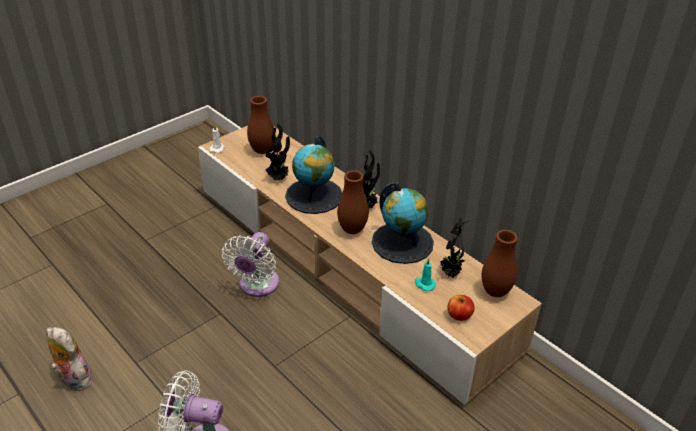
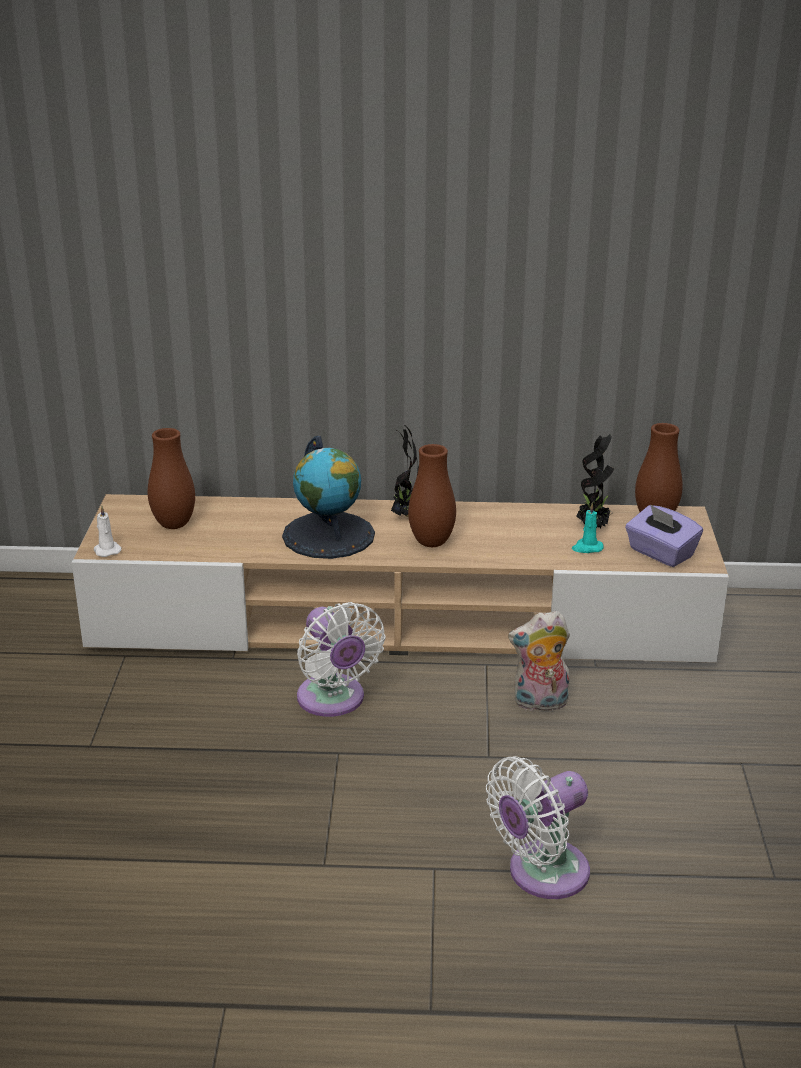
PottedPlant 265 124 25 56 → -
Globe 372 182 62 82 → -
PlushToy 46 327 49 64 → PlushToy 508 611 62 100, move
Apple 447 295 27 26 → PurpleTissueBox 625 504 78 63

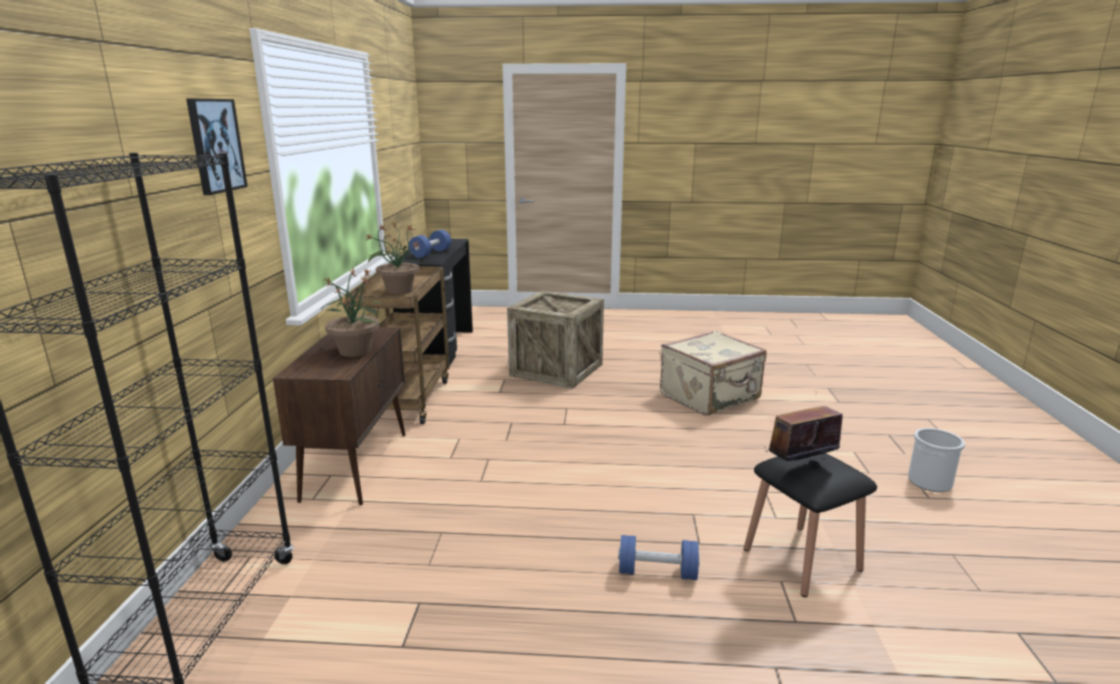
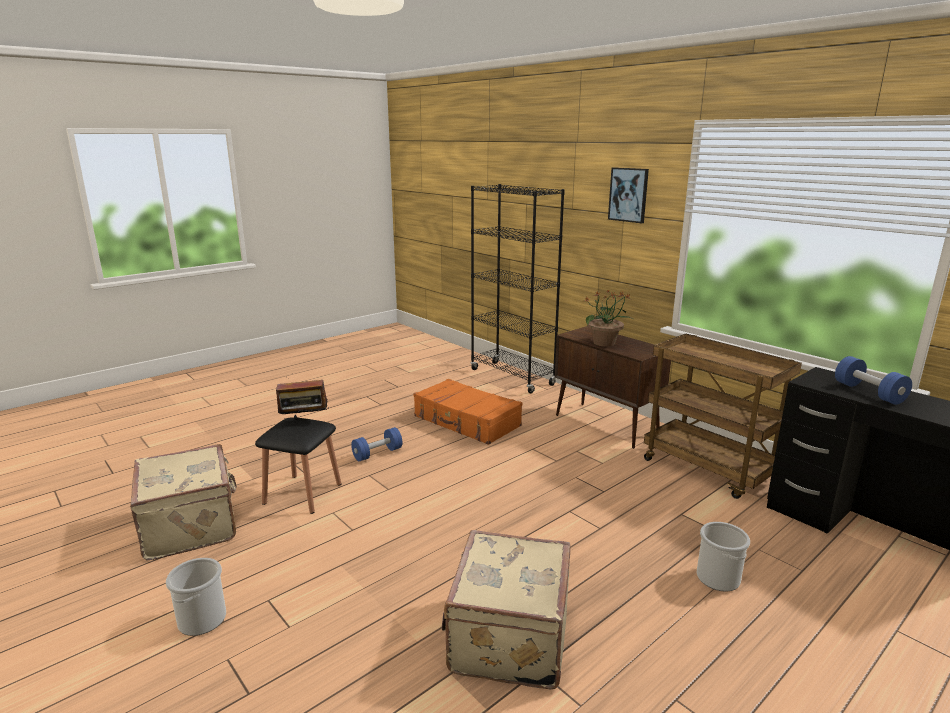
PottedPlant 366 222 57 72 → -
- → BeigeSuitcase 130 444 107 116
- → OrangeSuitcase 414 379 108 66
Crate 507 291 97 98 → Bucket 697 522 53 69
Radio 764 392 79 77 → Radio 276 380 53 40, 60 degrees clockwise

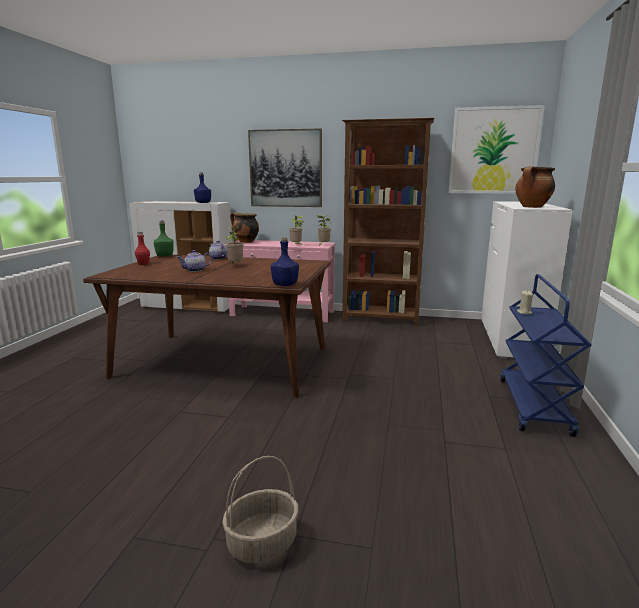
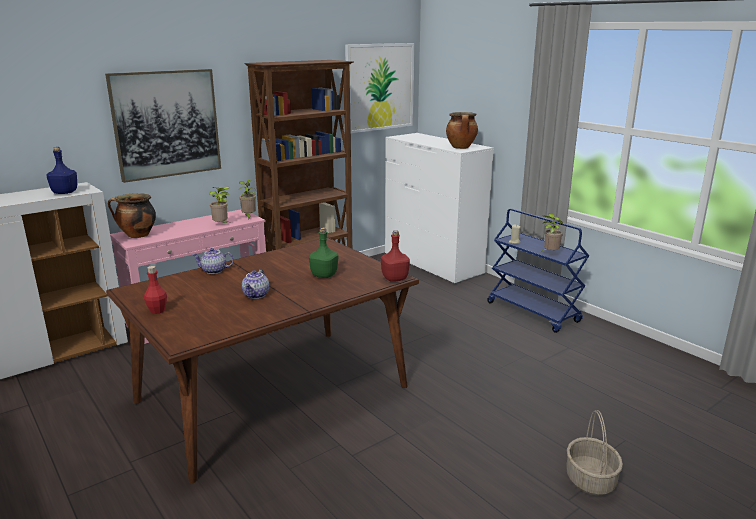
GreenBottle 154 220 20 36 → GreenBottle 309 228 29 50, move
PottedPlant 226 226 18 38 → PottedPlant 541 213 22 39, move
BlueBottle 271 237 28 49 → RedBottle 381 230 29 51

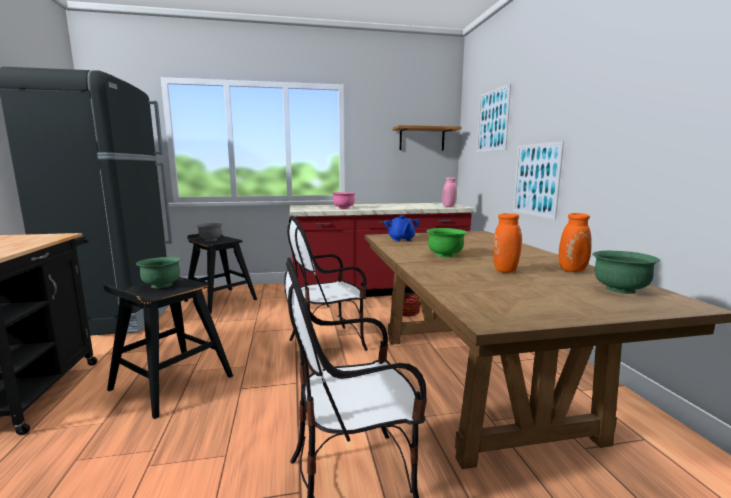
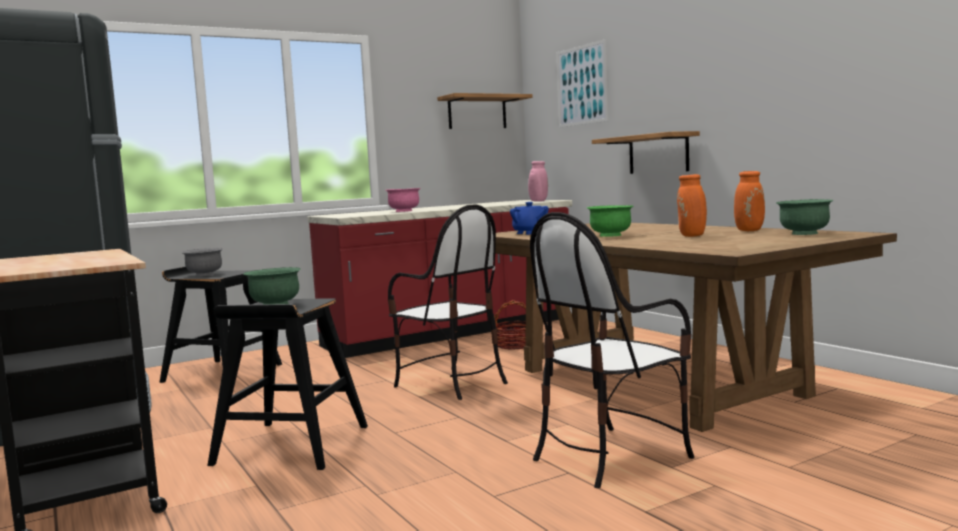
Picture 513 141 51 79 → Shelf 592 131 108 43
Chair 287 216 81 139 → Chair 388 204 120 196, 90 degrees counterclockwise

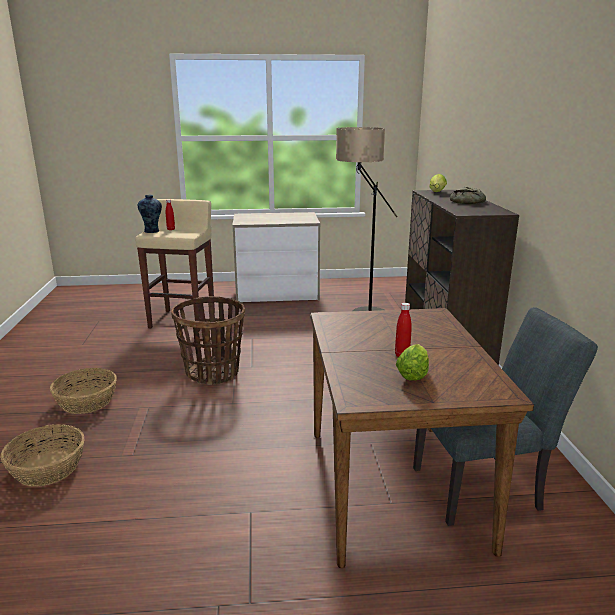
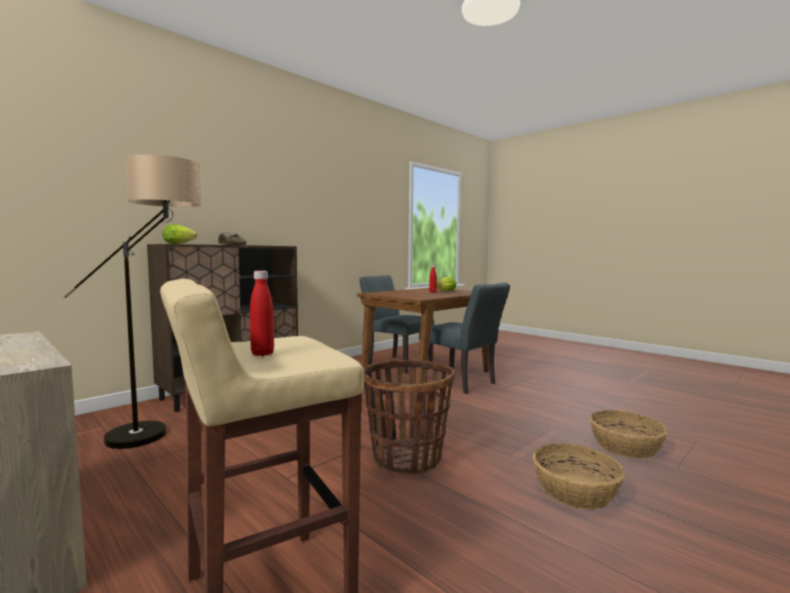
Vase 138 195 24 38 → -
- → GreyChair 419 283 91 111

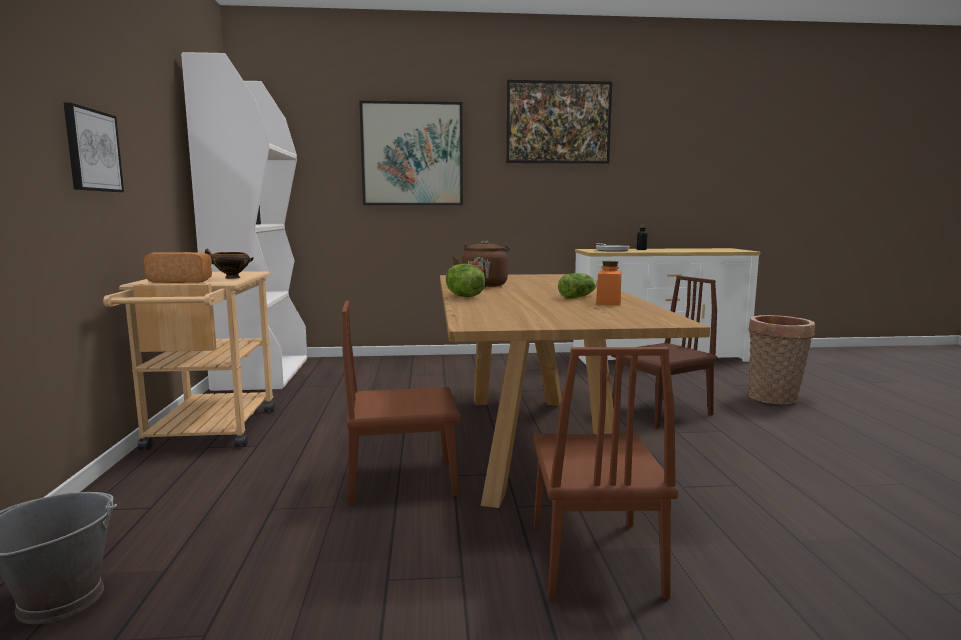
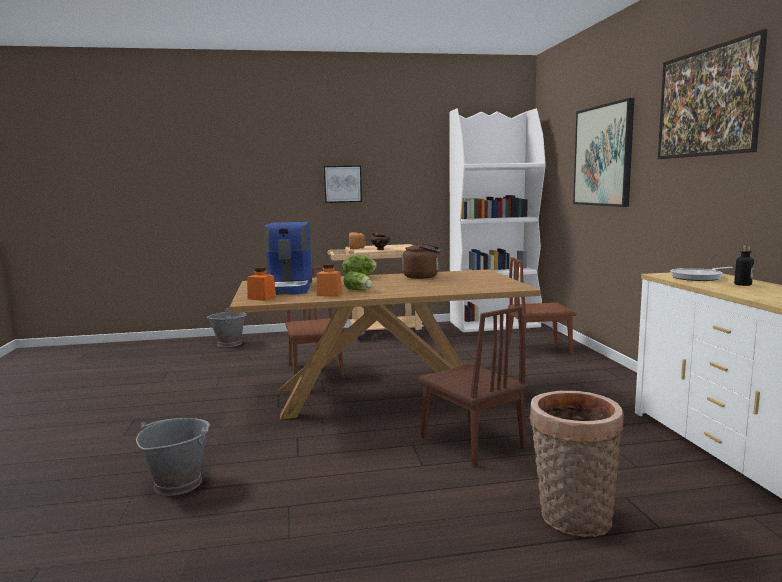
- → GreyBucket 136 418 74 78
- → OrangeJar 247 267 29 34
- → CoffeeMachine 265 222 47 73
BrownChair 533 347 145 253 → BrownChair 508 257 68 97, move

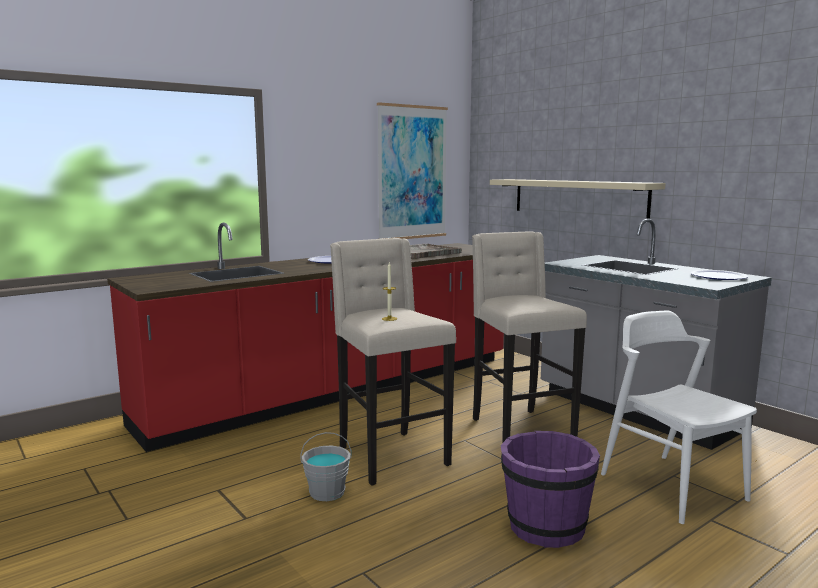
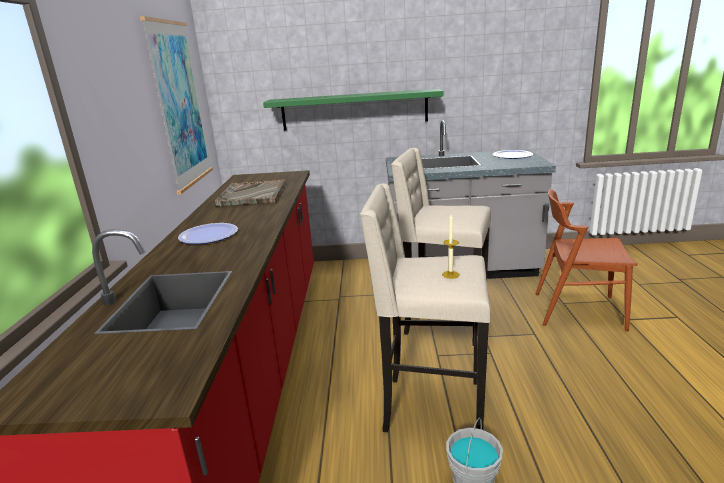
PurpleBucket 501 431 99 117 → -
BeigeShelf 490 179 176 40 → GreenShelf 263 89 180 41
WhiteChair 601 310 156 214 → BrownChair 535 189 102 142

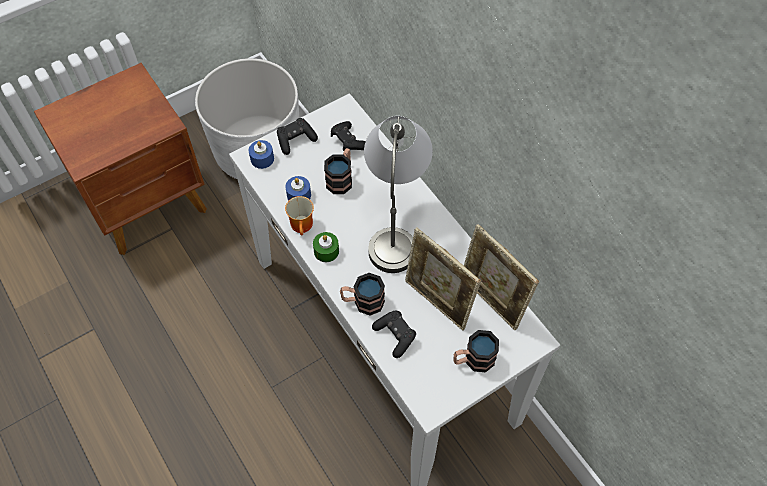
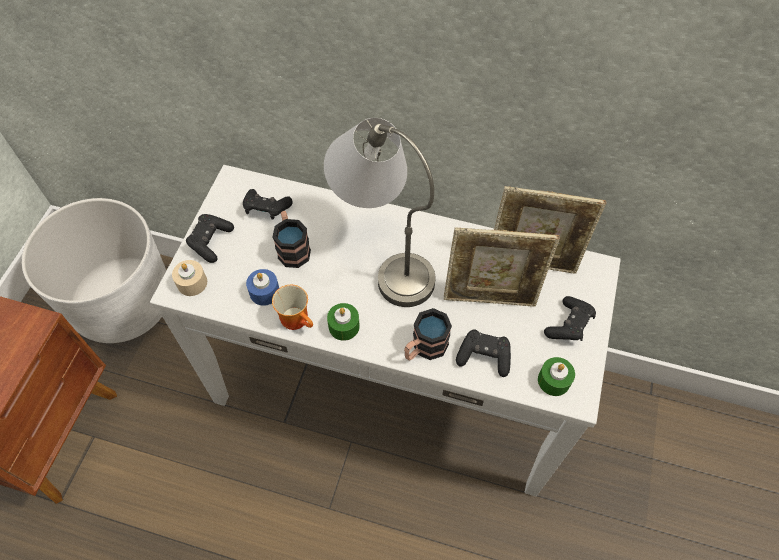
- → GreenCandle 538 357 37 39
Mug 453 330 46 42 → BlackGameController 544 296 52 45
BlueCandle 249 140 25 29 → BeigeCandle 172 260 35 36

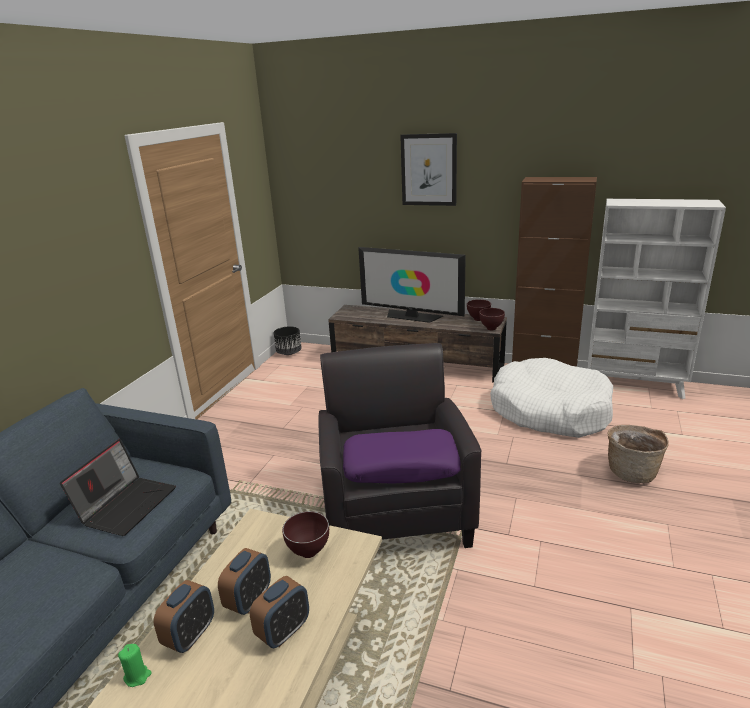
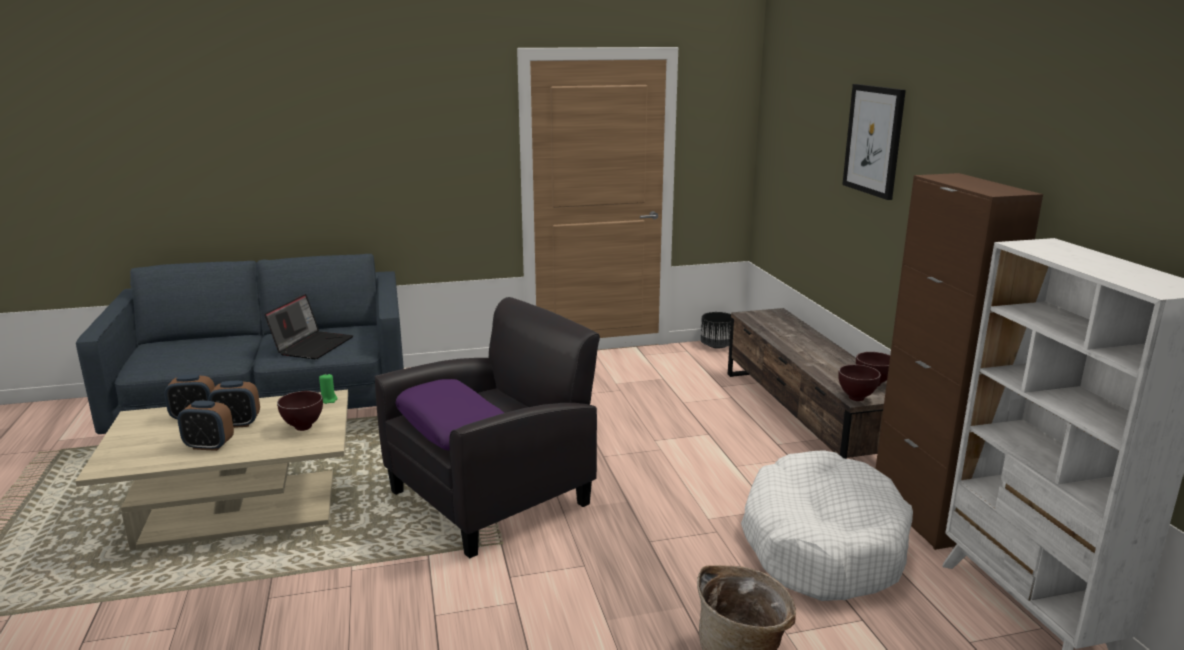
Television 358 247 108 76 → -
GreenCandle 118 644 34 43 → GreenCandle 319 374 18 30, move
Laptop 60 439 116 97 → Laptop 265 294 88 65, 60 degrees counterclockwise

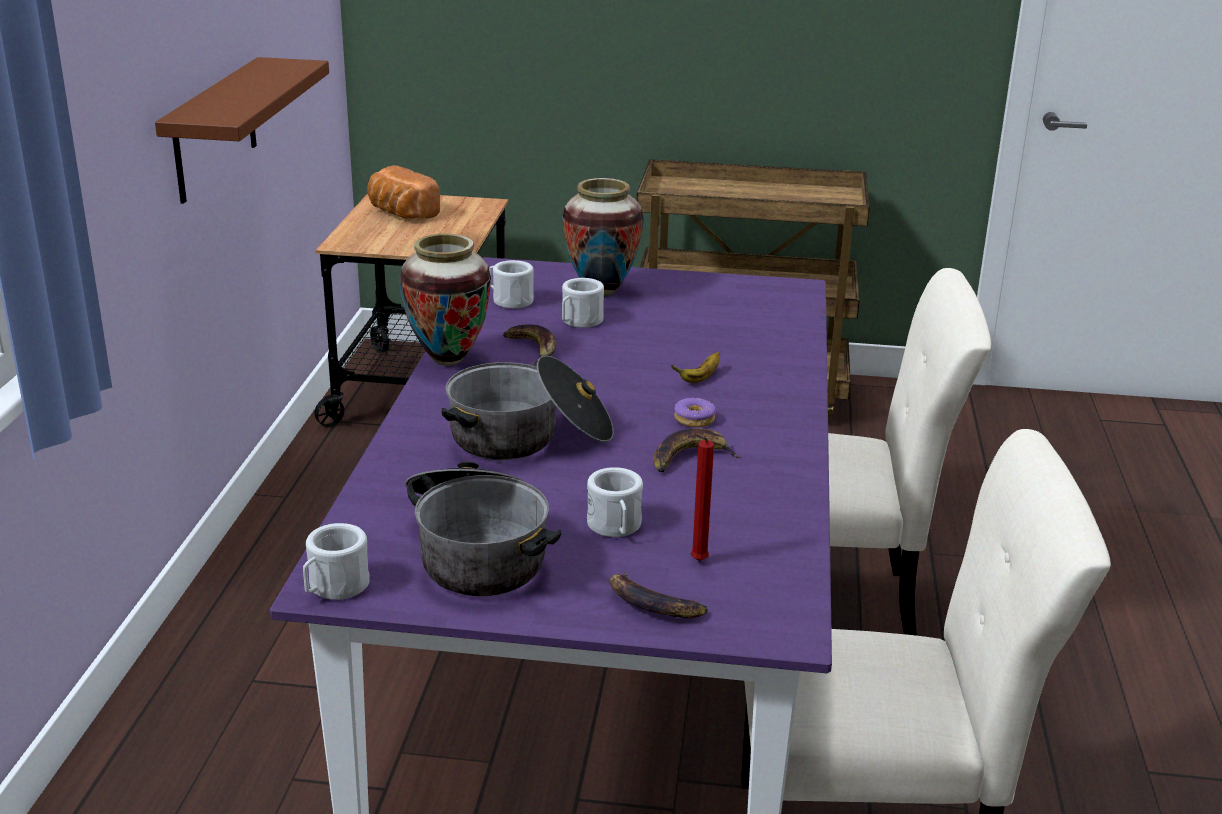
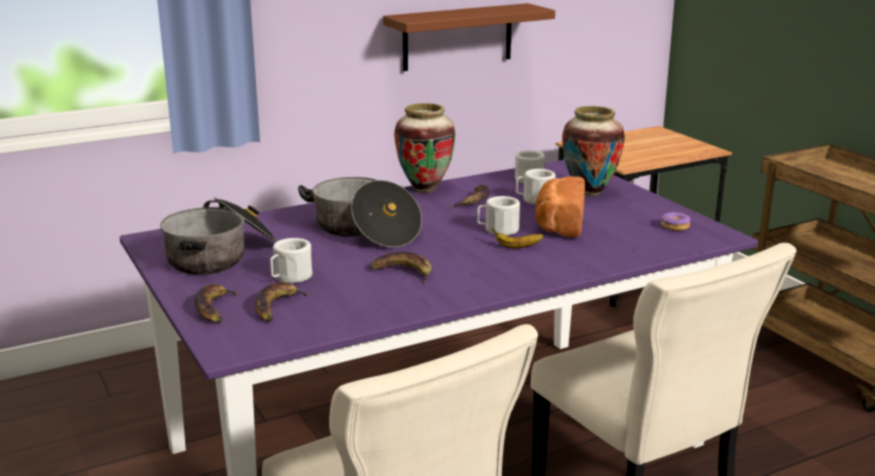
WhiteMug 303 523 67 77 → WhiteMug 477 196 43 40, move
Bread 367 165 73 54 → Bread 535 176 50 62, move
Donut 674 398 42 29 → Donut 661 212 30 19, move
RedCandle 691 434 23 127 → Banana 255 282 57 40

